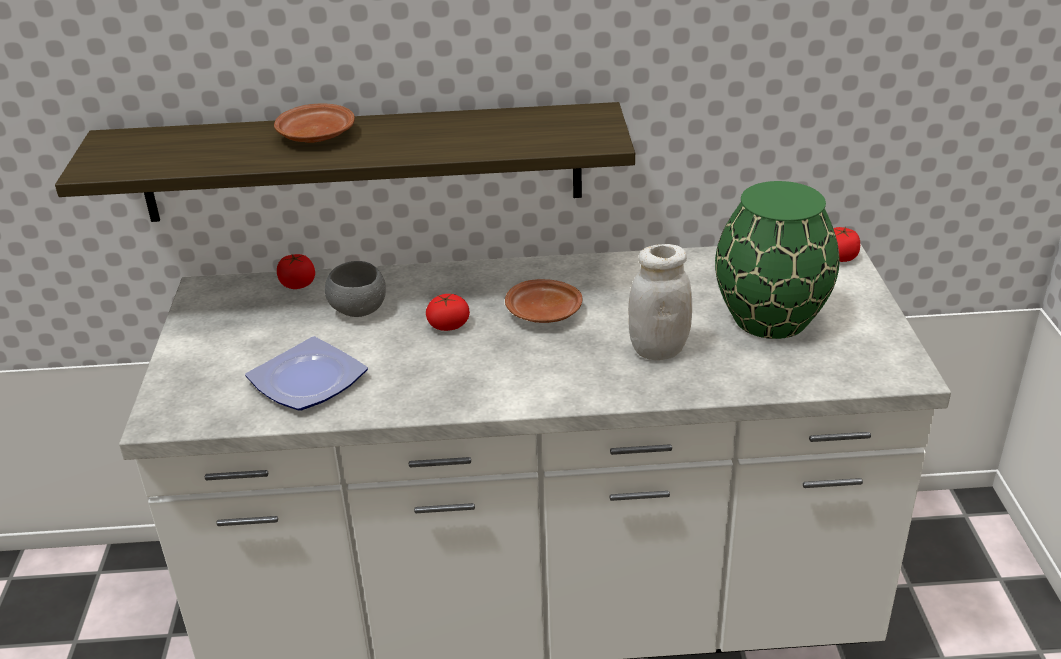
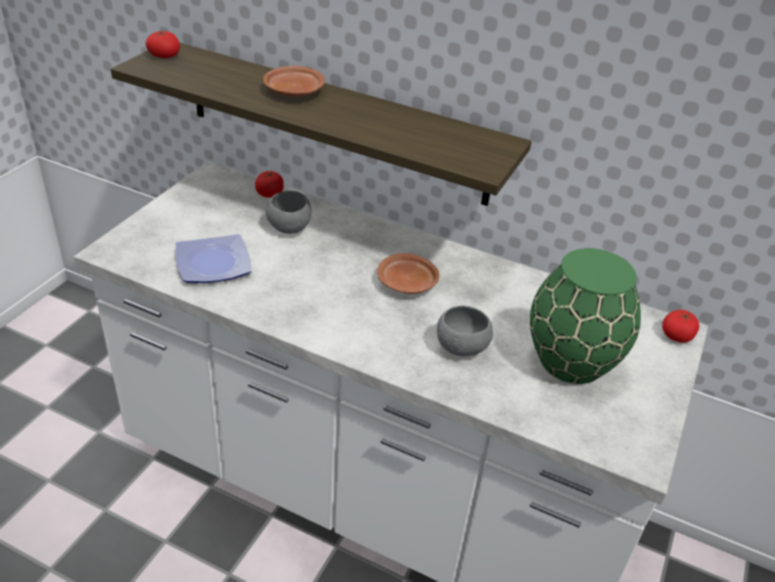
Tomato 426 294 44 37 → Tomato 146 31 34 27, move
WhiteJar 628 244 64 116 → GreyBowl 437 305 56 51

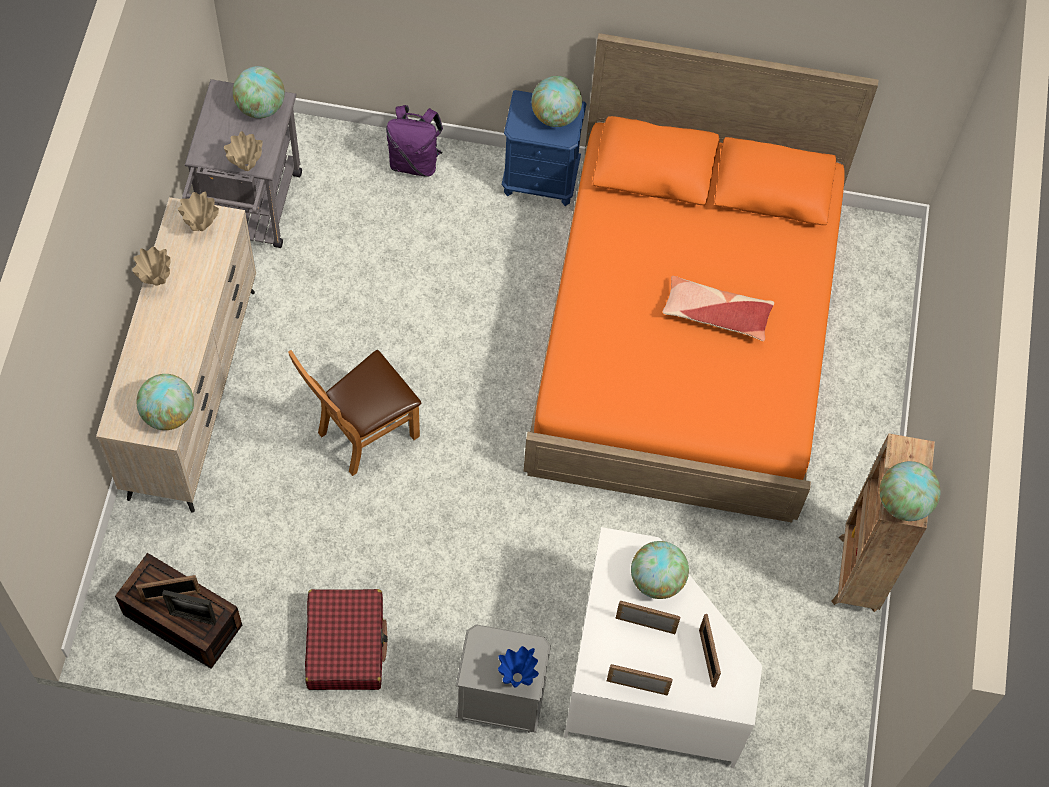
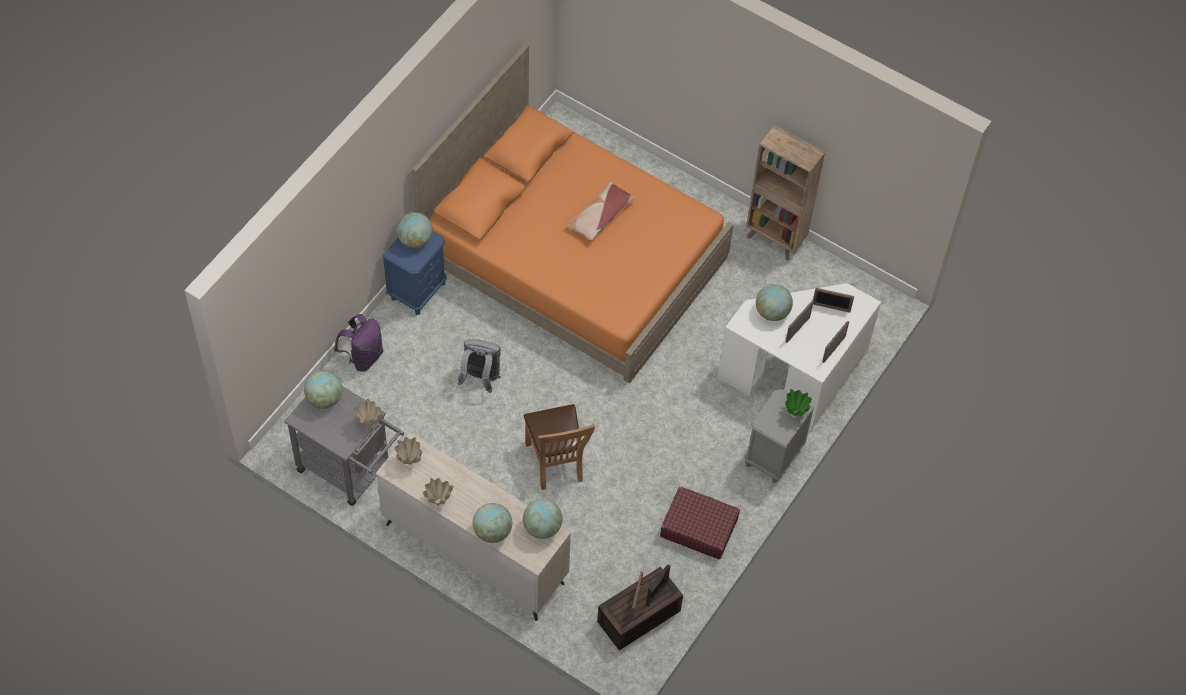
- → GreyBackpack 457 339 44 54
Globe 880 461 61 60 → Globe 473 503 39 40, move
BlueVase 498 646 41 41 → GreenVase 785 389 27 27

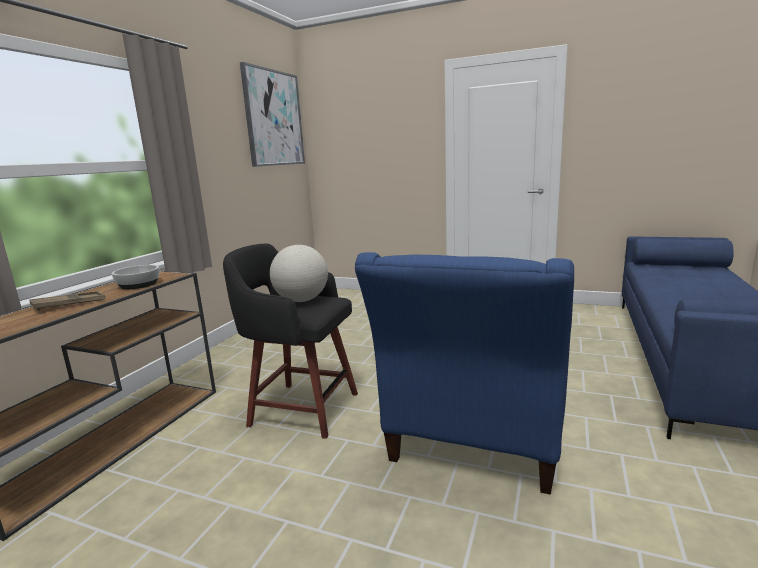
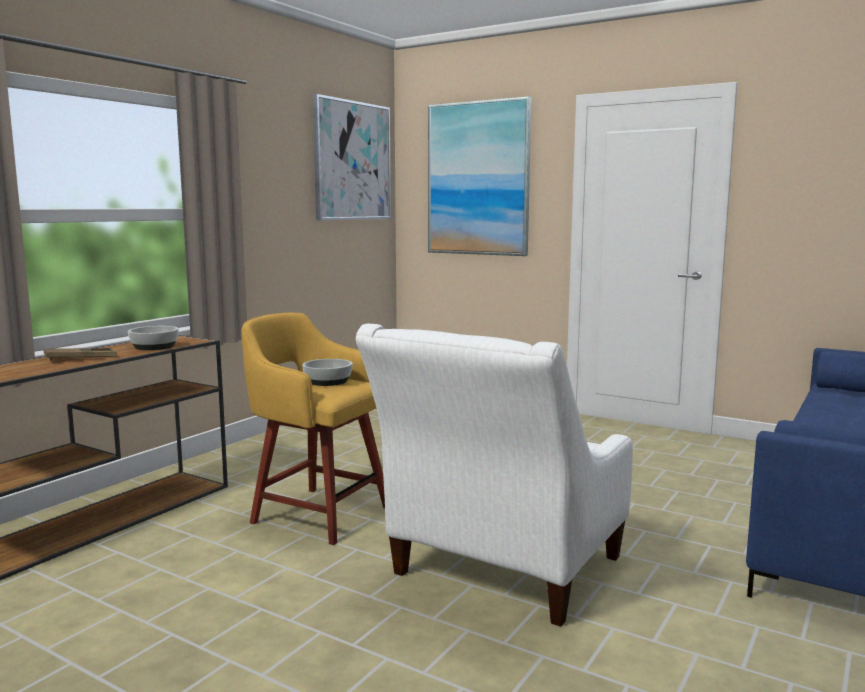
- → Picture 428 96 104 160
Globe 270 245 58 57 → Bowl 302 359 51 27
BlackStool 223 244 135 195 → YellowStool 241 313 144 232
BlueArmchair 355 252 219 242 → WhiteArmchair 356 324 277 303

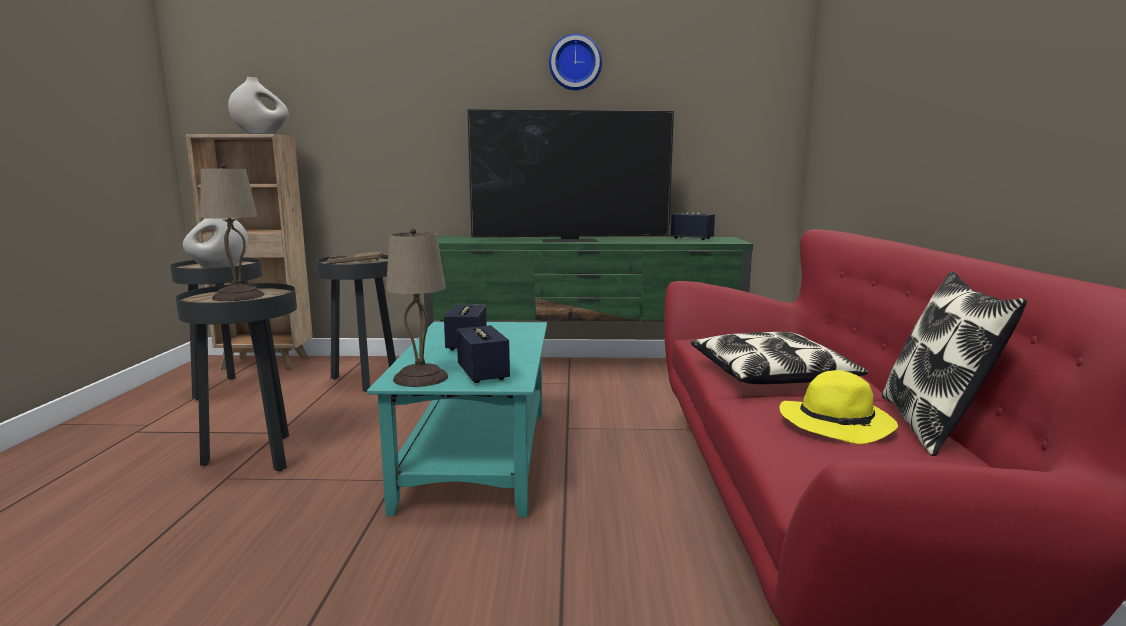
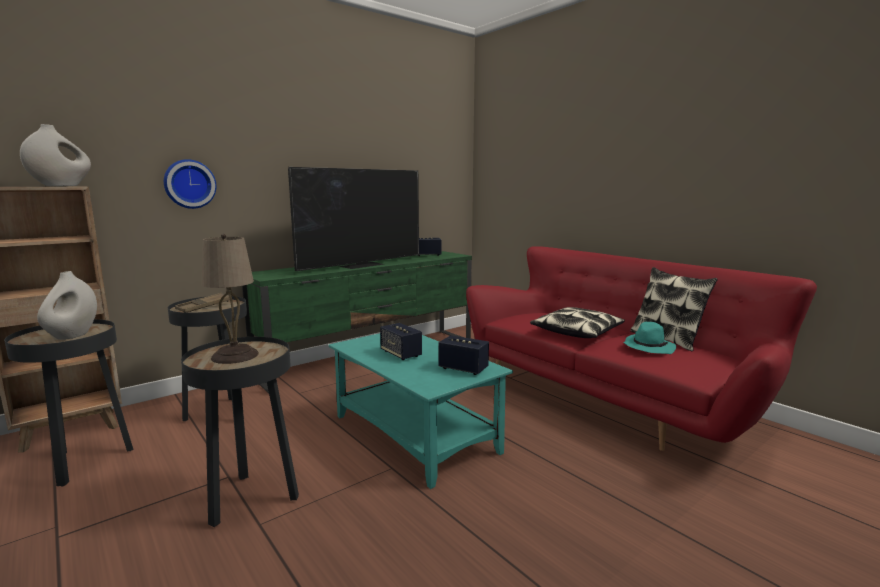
BeigeTableLamp 386 229 62 158 → -
WallClock 549 34 53 56 → WallClock 164 159 52 50, move
YellowHat 780 370 118 74 → TurquoiseHat 623 322 53 32

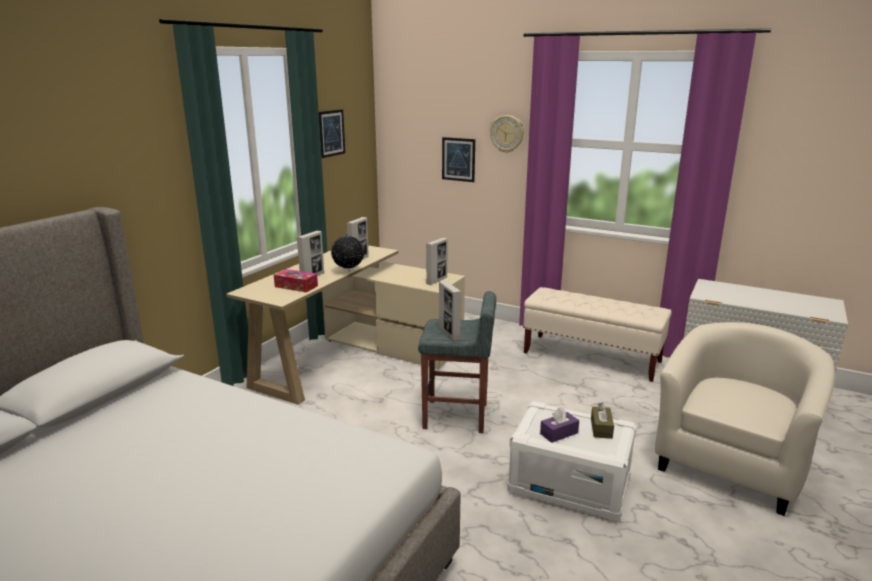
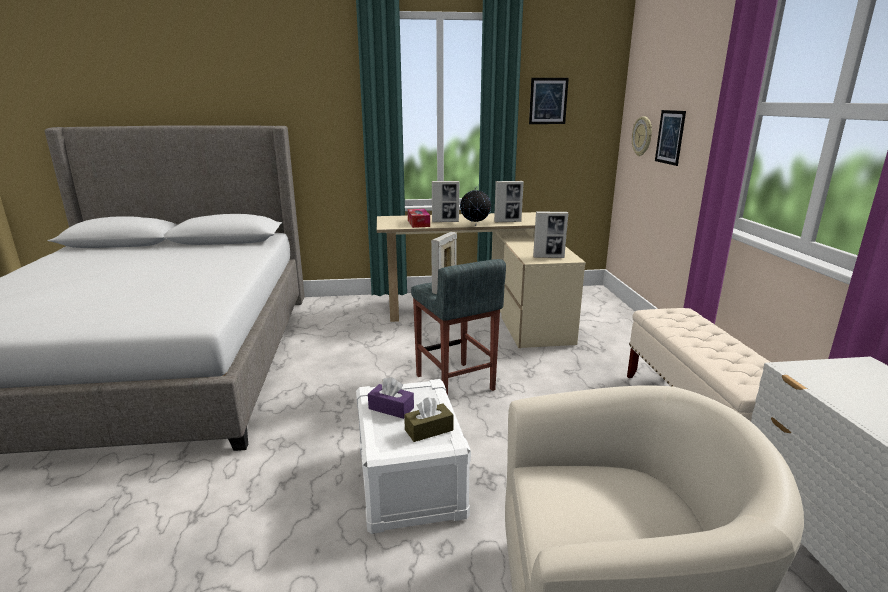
WallClock 490 115 34 38 → WallClock 632 116 20 40, move

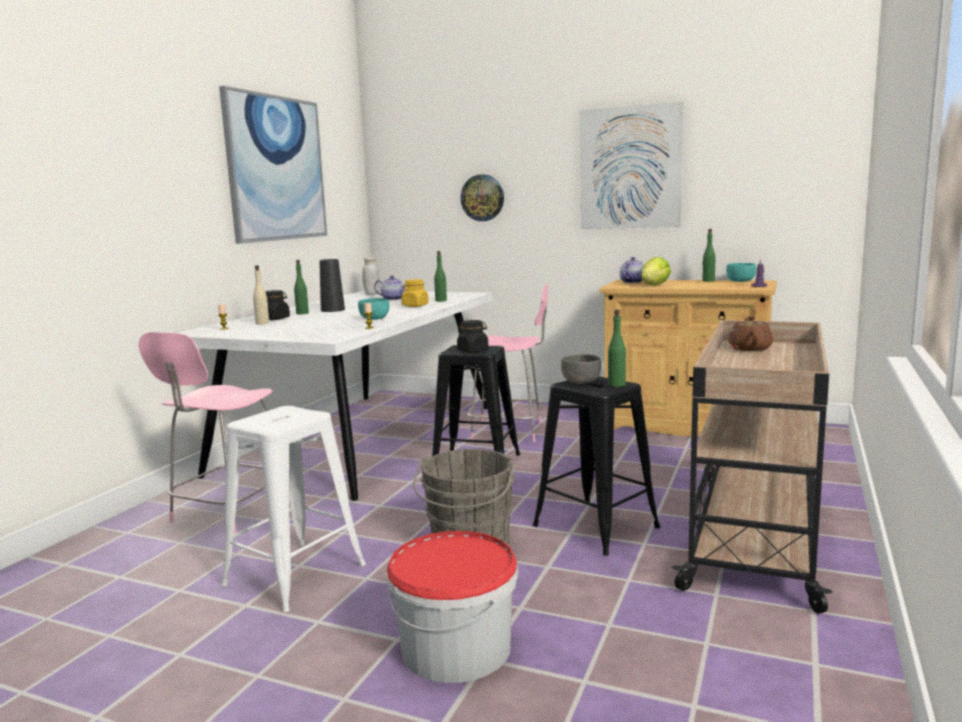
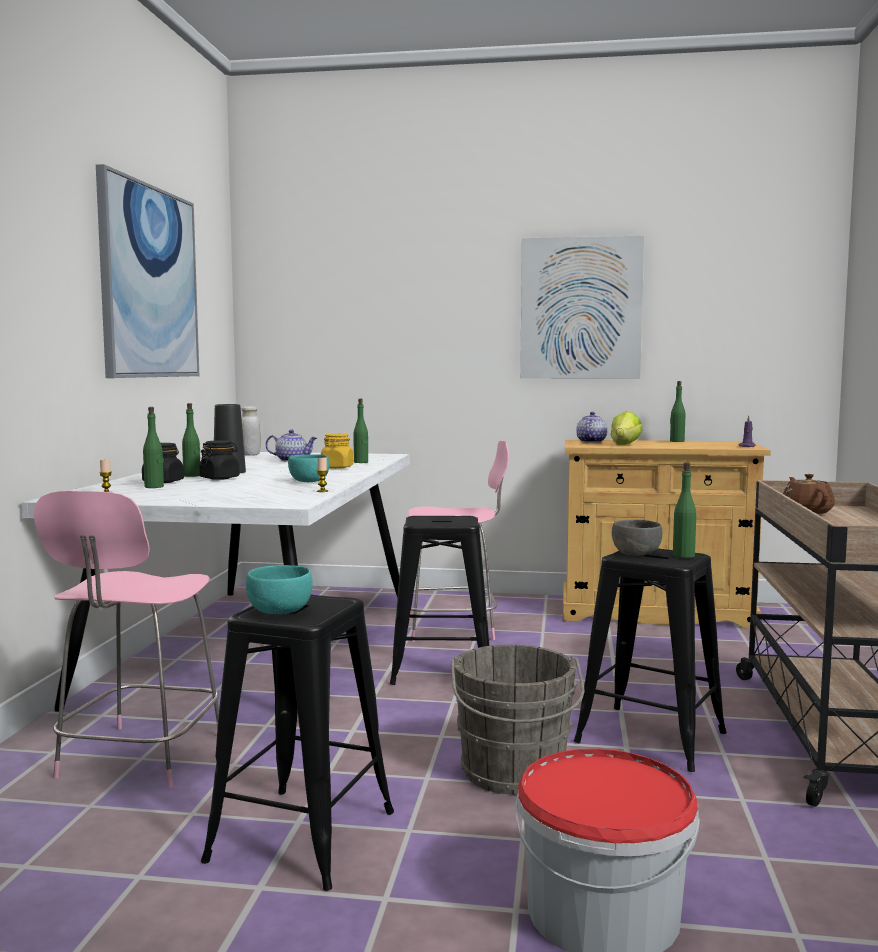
WallClock 461 174 43 47 → -
BlackJar 457 320 32 33 → BlackJar 199 440 41 40, move
TurquoiseBowl 726 263 30 19 → TurquoiseBowl 246 565 67 49, move
WhiteStool 221 406 145 206 → BlackStool 201 595 193 296
BeigeBottle 253 265 17 59 → GreenBottle 143 407 21 81

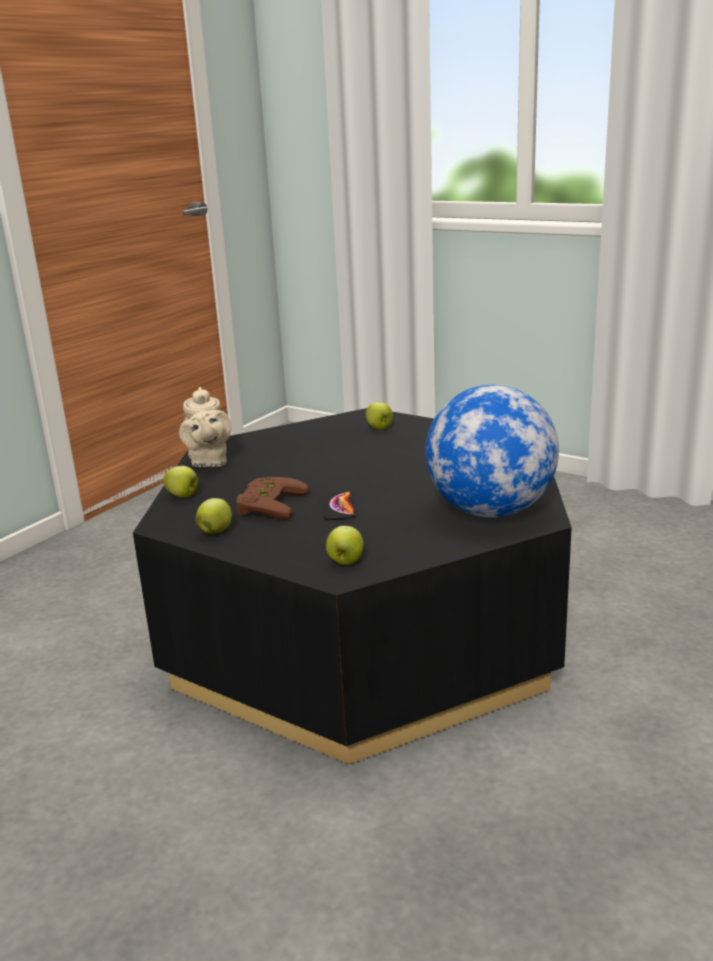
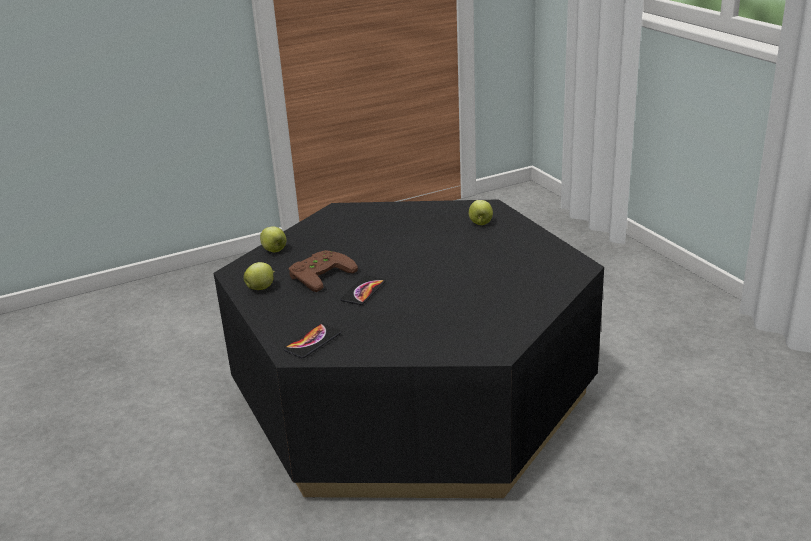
BeigeTeapot 179 387 52 80 → -
Globe 425 385 134 132 → -
Apple 326 526 38 39 → Phone 284 324 57 34

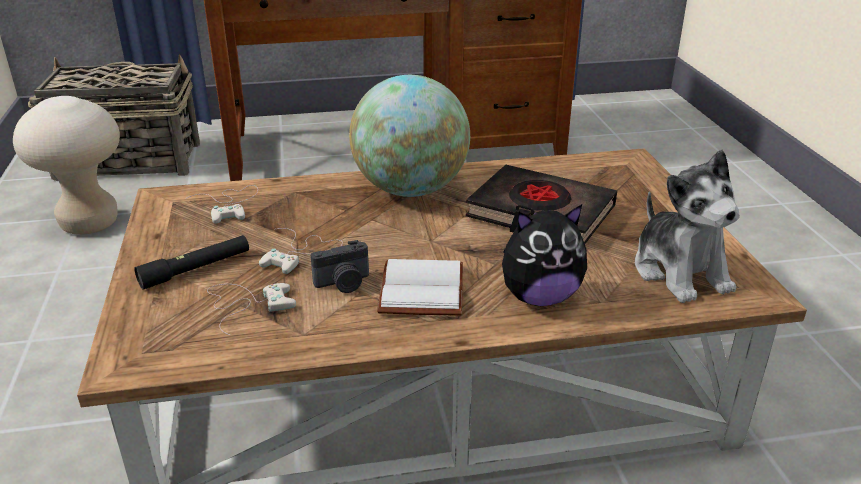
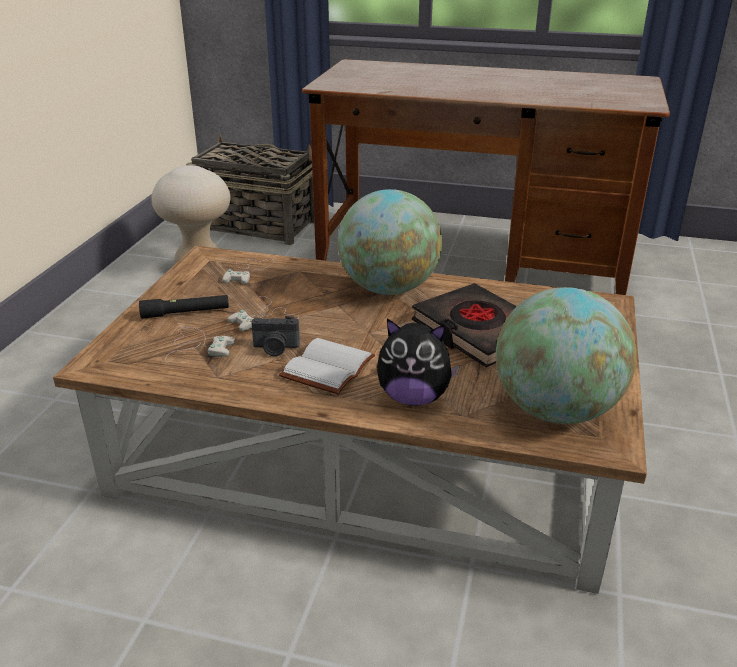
PlushToy 635 150 105 153 → Globe 496 287 141 137

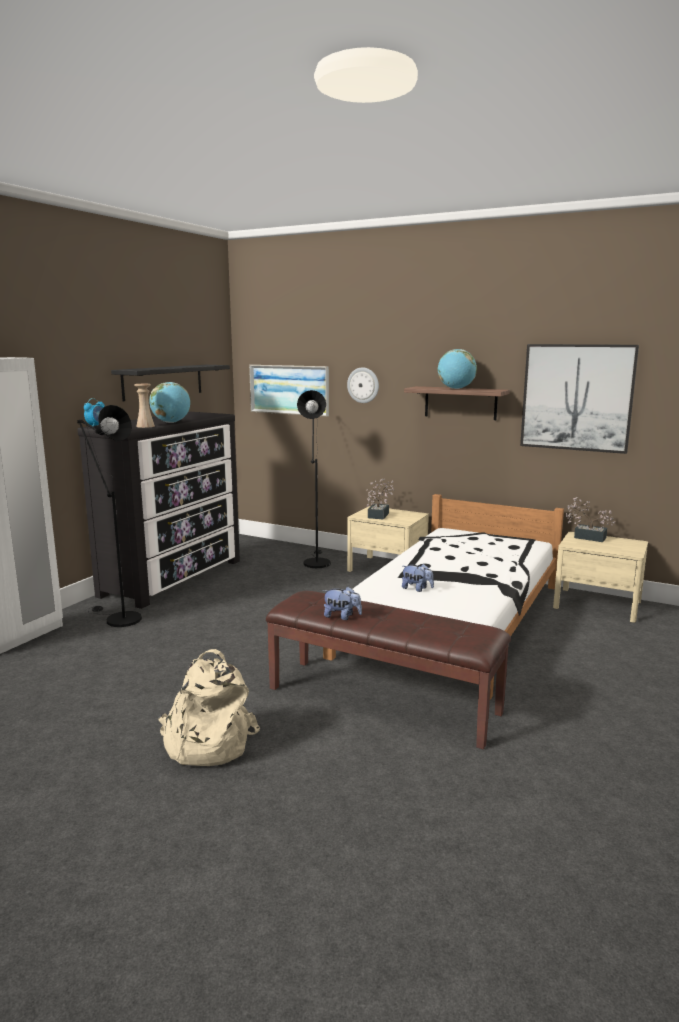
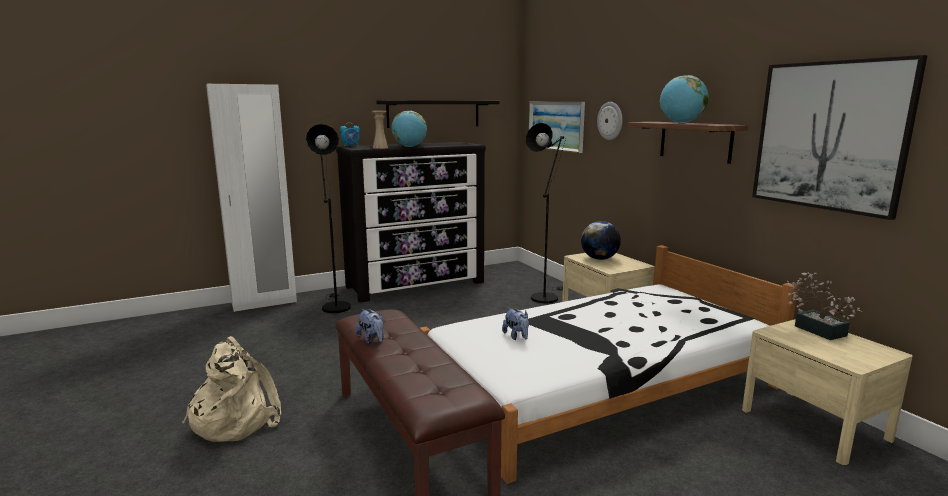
PottedPlant 367 478 27 41 → Globe 581 221 40 39

